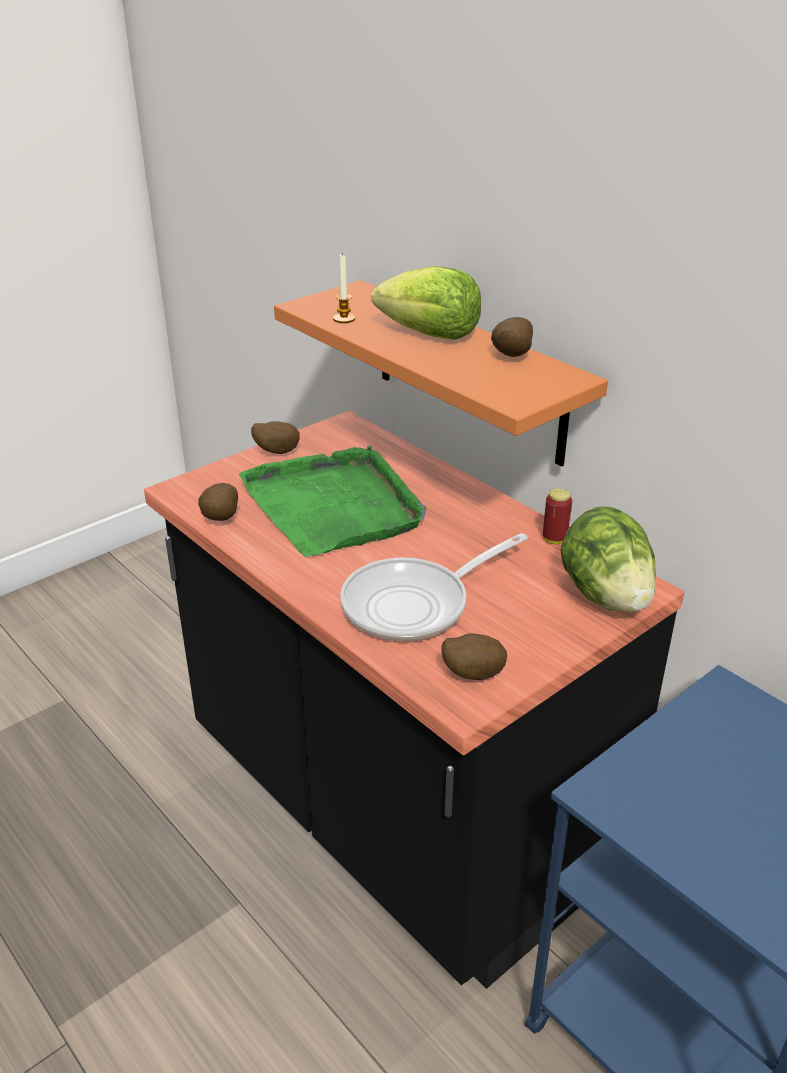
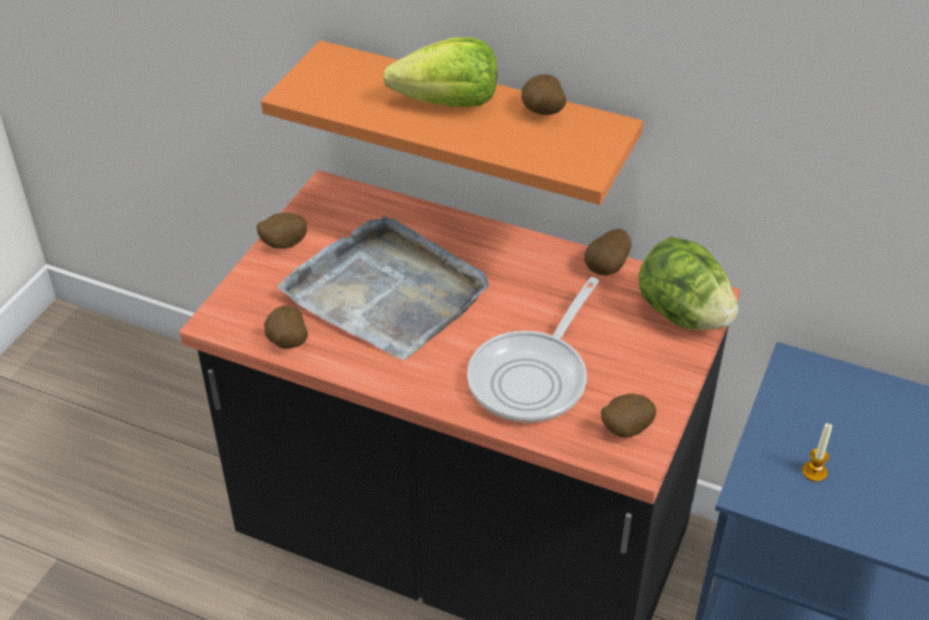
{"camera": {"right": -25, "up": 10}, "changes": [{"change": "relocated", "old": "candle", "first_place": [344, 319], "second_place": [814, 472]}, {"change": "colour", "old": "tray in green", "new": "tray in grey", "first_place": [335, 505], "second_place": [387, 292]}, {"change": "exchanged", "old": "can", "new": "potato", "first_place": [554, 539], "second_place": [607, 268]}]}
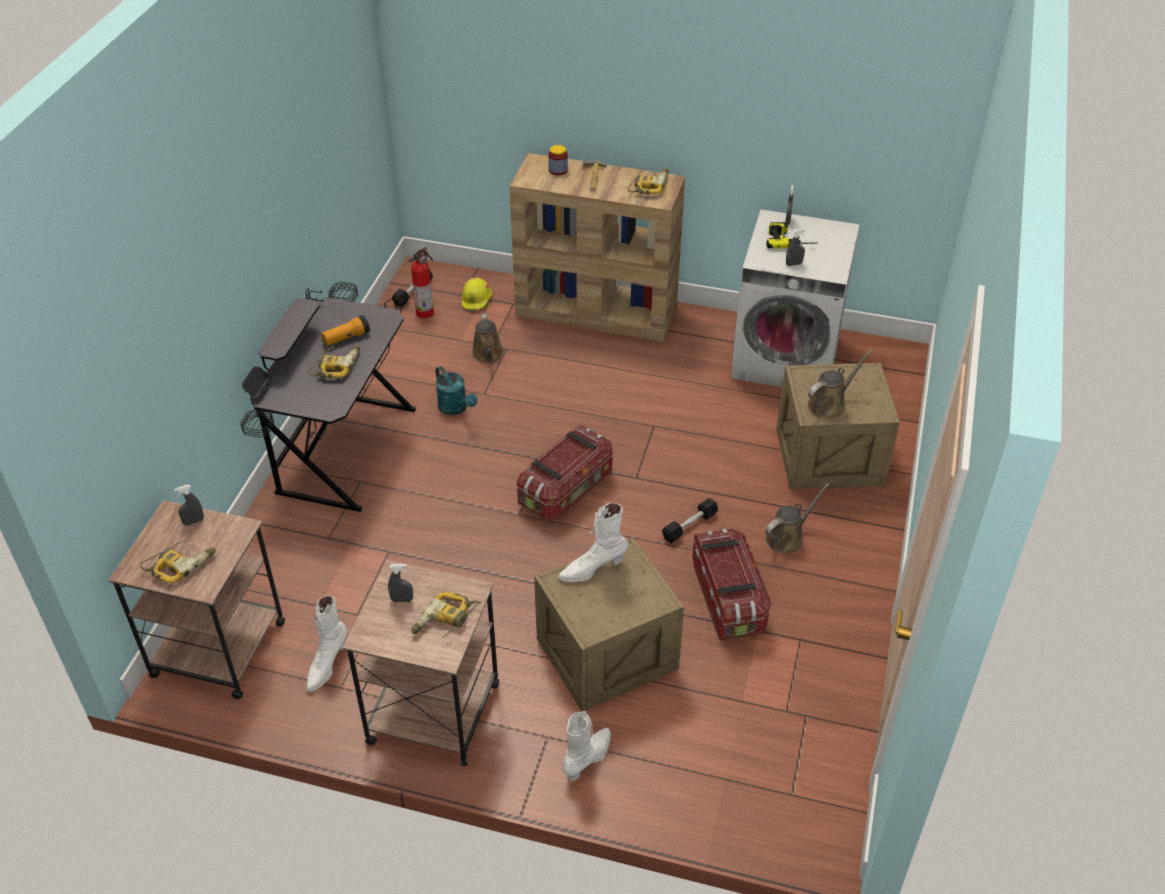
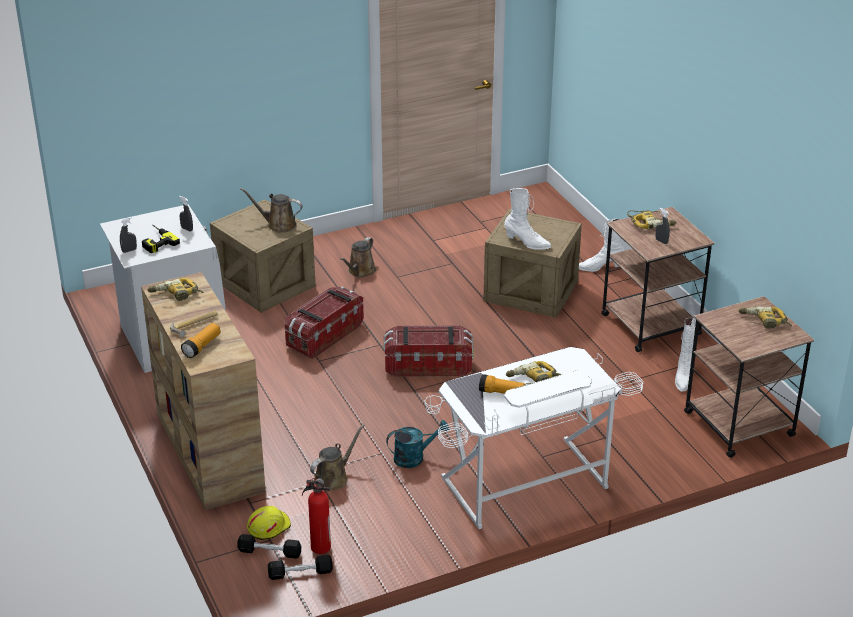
{"camera": {"right": -130, "up": -10}, "changes": [{"change": "exchanged", "old": "jar", "new": "flashlight", "first_place": [558, 170], "second_place": [202, 346]}, {"change": "colour", "old": "desk in black", "new": "desk in white", "first_place": [342, 449], "second_place": [526, 485]}, {"change": "spun", "old": "watering can in turquoise", "first_place": [456, 408], "second_place": [414, 457], "degrees": 60}, {"change": "spun", "old": "watering can in brown", "first_place": [787, 538], "second_place": [360, 271], "degrees": -75}, {"change": "missing", "old": "spray bottle in grey", "first_place": [193, 522]}, {"change": "relocated", "old": "dumbbell in black", "first_place": [689, 526], "second_place": [269, 552]}, {"change": "relocated", "old": "storage box", "first_place": [728, 599], "second_place": [323, 336]}, {"change": "spun", "old": "boot in white", "first_place": [326, 665], "second_place": [683, 377], "degrees": 120}]}
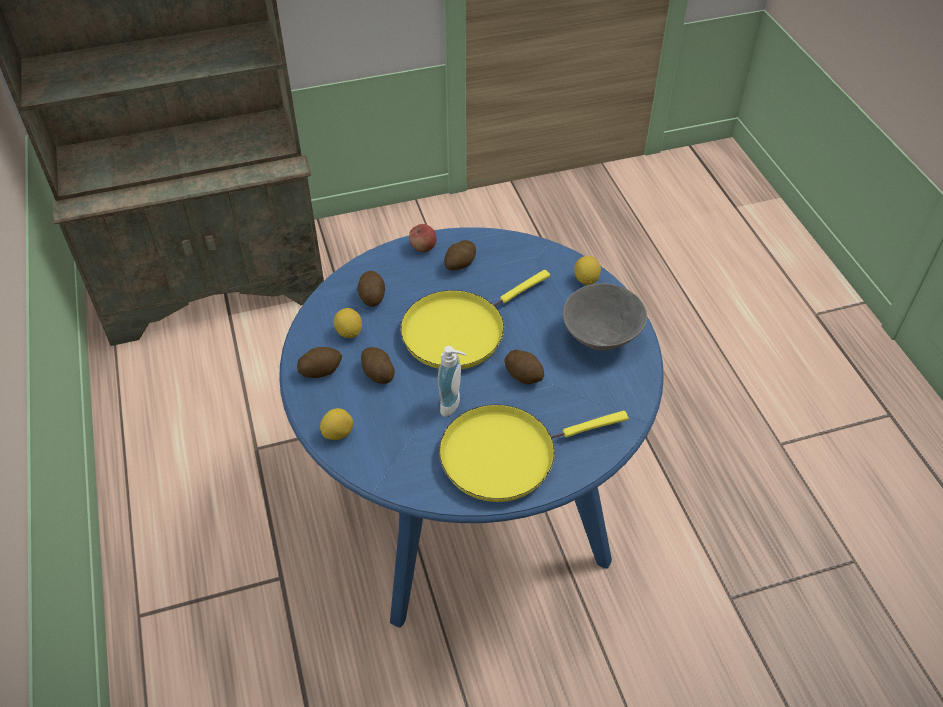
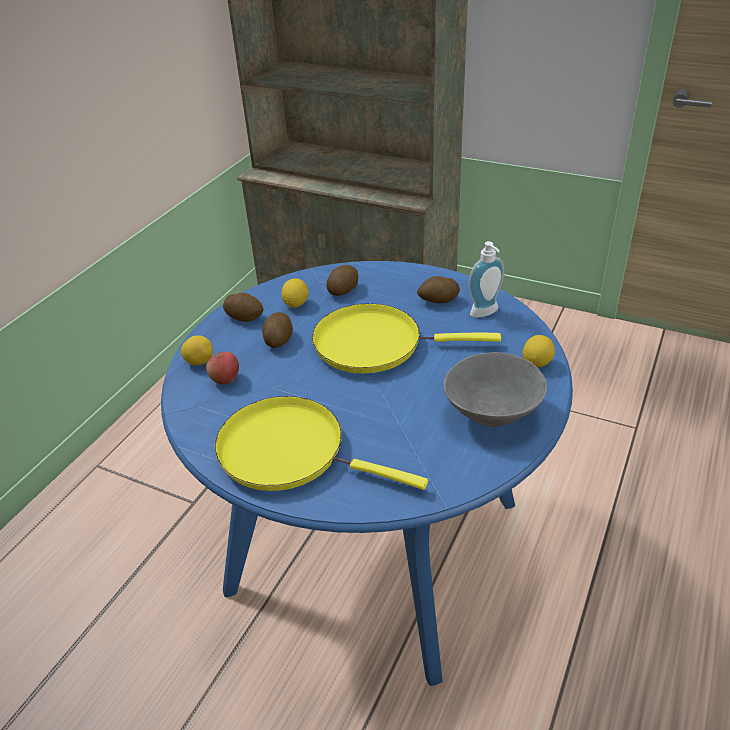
{"camera": {"right": 45, "up": -10}, "changes": [{"change": "relocated", "old": "apple", "first_place": [423, 247], "second_place": [225, 379]}, {"change": "relocated", "old": "soap dispenser", "first_place": [454, 405], "second_place": [486, 313]}, {"change": "missing", "old": "potato", "first_place": [524, 375]}]}
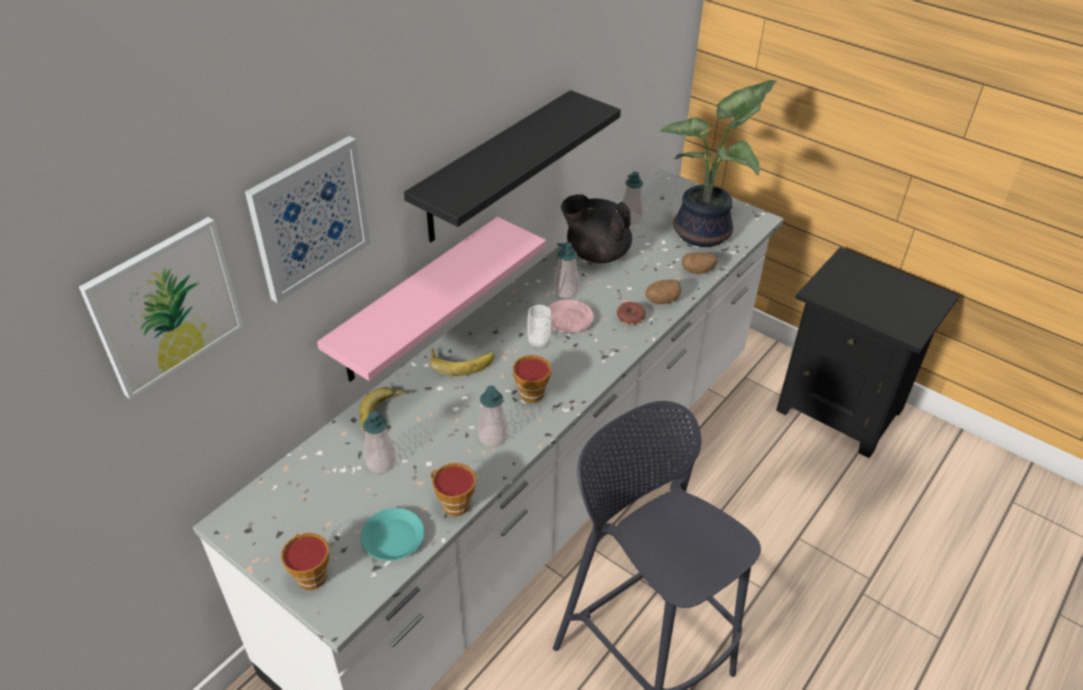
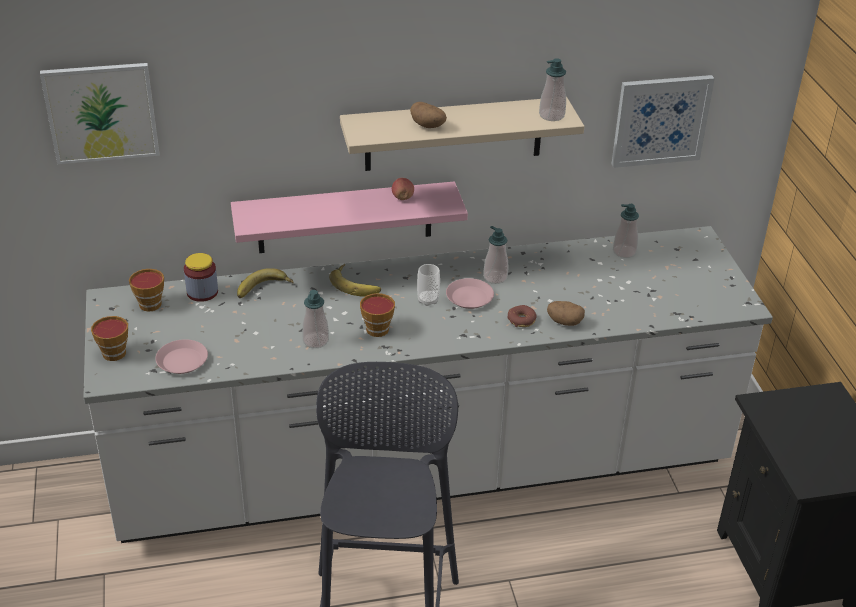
{"camera": {"right": 40, "up": -5}, "changes": [{"change": "missing", "old": "potted plant", "first_place": [706, 233]}, {"change": "colour", "old": "shelf in black", "new": "shelf in beige", "first_place": [494, 167], "second_place": [454, 134]}, {"change": "relocated", "old": "picture", "first_place": [309, 218], "second_place": [660, 120]}, {"change": "missing", "old": "teapot in black", "first_place": [596, 254]}, {"change": "relocated", "old": "potato", "first_place": [698, 271], "second_place": [428, 126]}, {"change": "relocated", "old": "soap dispenser", "first_place": [381, 463], "second_place": [551, 115]}, {"change": "relocated", "old": "cup", "first_place": [452, 503], "second_place": [149, 302]}, {"change": "colour", "old": "plate in turquoise", "new": "plate in pink", "first_place": [393, 538], "second_place": [182, 361]}, {"change": "appeared", "new": "apple", "second_place": [402, 197]}, {"change": "appeared", "new": "jar", "second_place": [202, 292]}]}
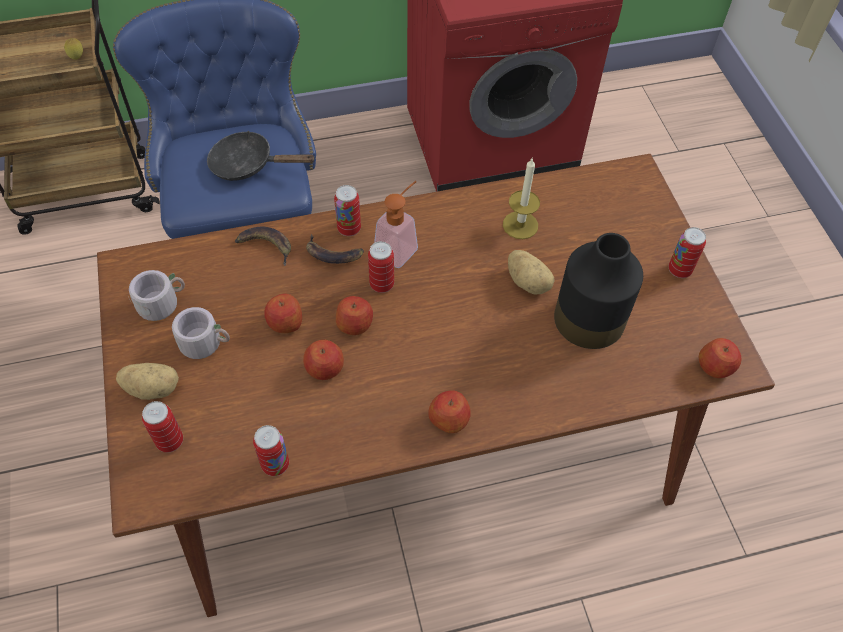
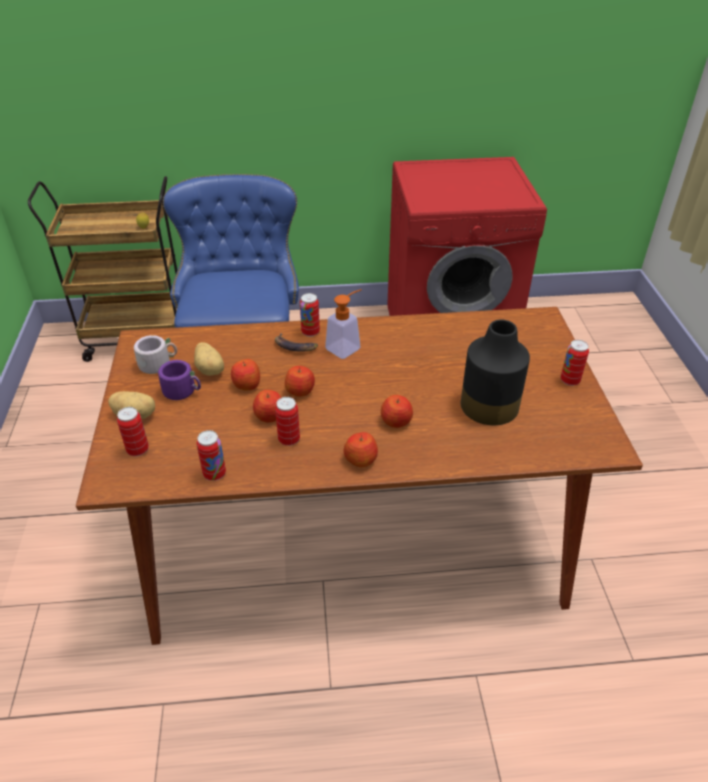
{"camera": {"right": 10, "up": -15}, "changes": [{"change": "missing", "old": "frying pan in black", "first_place": [248, 165]}, {"change": "missing", "old": "candle", "first_place": [520, 225]}, {"change": "missing", "old": "banana", "first_place": [265, 246]}, {"change": "relocated", "old": "can", "first_place": [382, 284], "second_place": [289, 439]}, {"change": "relocated", "old": "potato", "first_place": [528, 282], "second_place": [210, 369]}, {"change": "colour", "old": "mug in grey", "new": "mug in purple", "first_place": [206, 341], "second_place": [183, 390]}, {"change": "relocated", "old": "apple", "first_place": [715, 366], "second_place": [396, 421]}]}
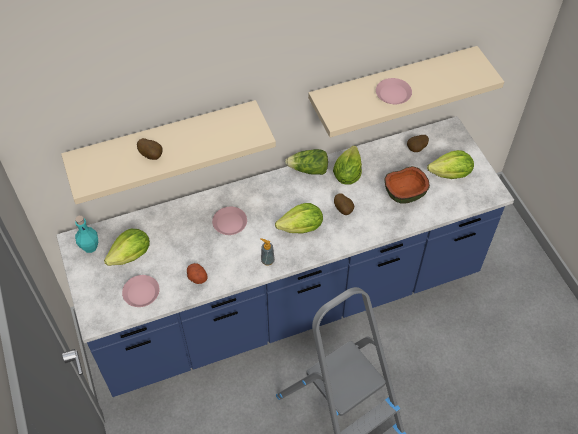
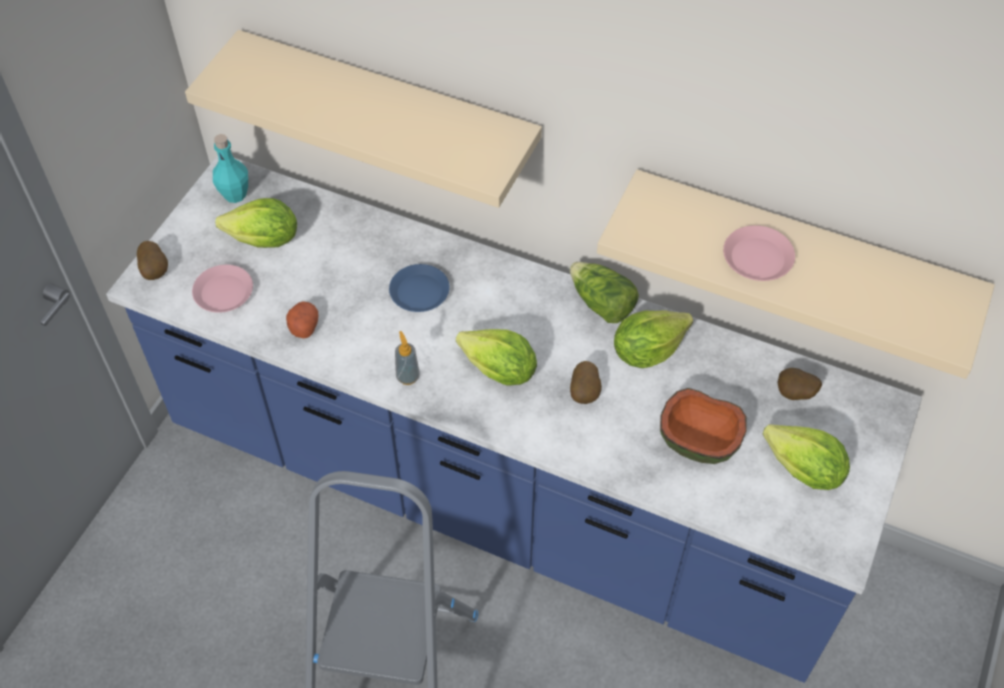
{"camera": {"right": 45, "up": 0}, "changes": [{"change": "relocated", "old": "potato", "first_place": [152, 155], "second_place": [155, 271]}, {"change": "colour", "old": "plate in pink", "new": "plate in blue", "first_place": [230, 223], "second_place": [420, 292]}]}
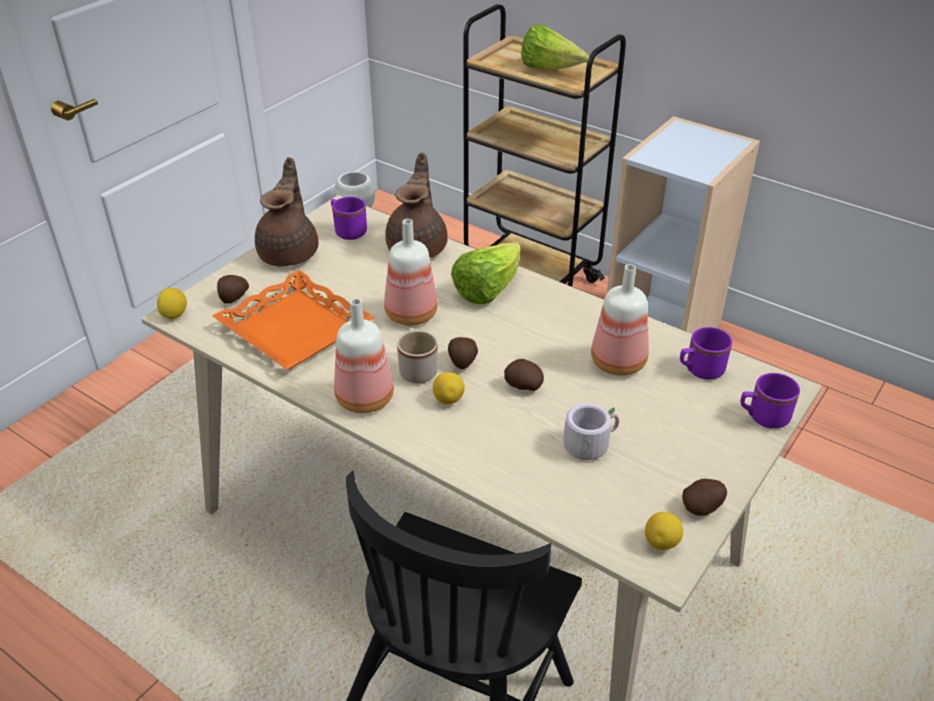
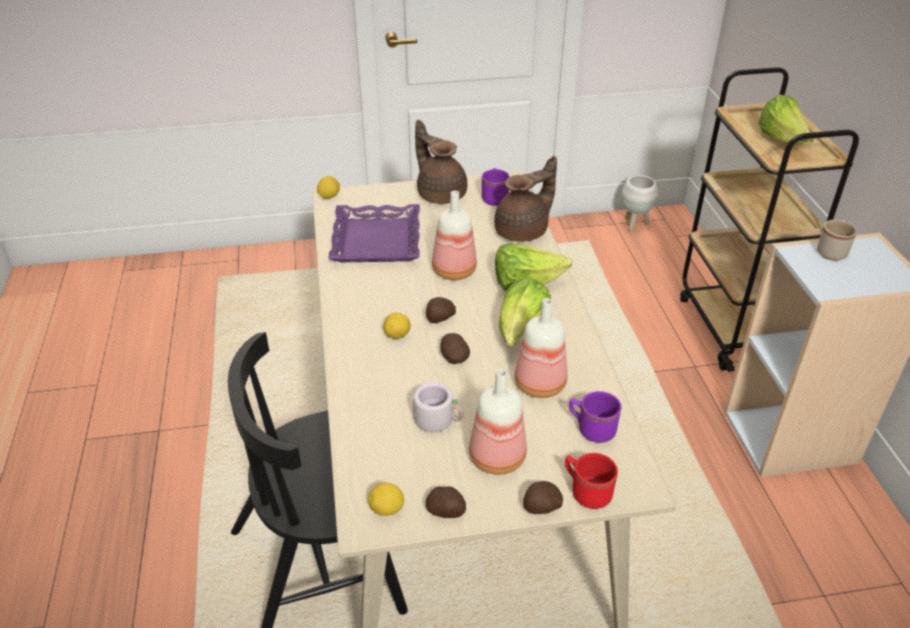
{"camera": {"right": 45, "up": 0}, "changes": [{"change": "spun", "old": "teapot in brown", "first_place": [290, 252], "second_place": [440, 193], "degrees": -90}, {"change": "colour", "old": "tray in orange", "new": "tray in purple", "first_place": [293, 329], "second_place": [375, 240]}, {"change": "relocated", "old": "potato", "first_place": [233, 298], "second_place": [541, 507]}, {"change": "relocated", "old": "bottle", "first_place": [367, 398], "second_place": [498, 459]}, {"change": "relocated", "old": "mug in beige", "first_place": [417, 369], "second_place": [832, 251]}, {"change": "colour", "old": "mug in purple", "new": "mug in red", "first_place": [762, 417], "second_place": [586, 491]}, {"change": "appeared", "new": "lettuce", "second_place": [521, 331]}]}
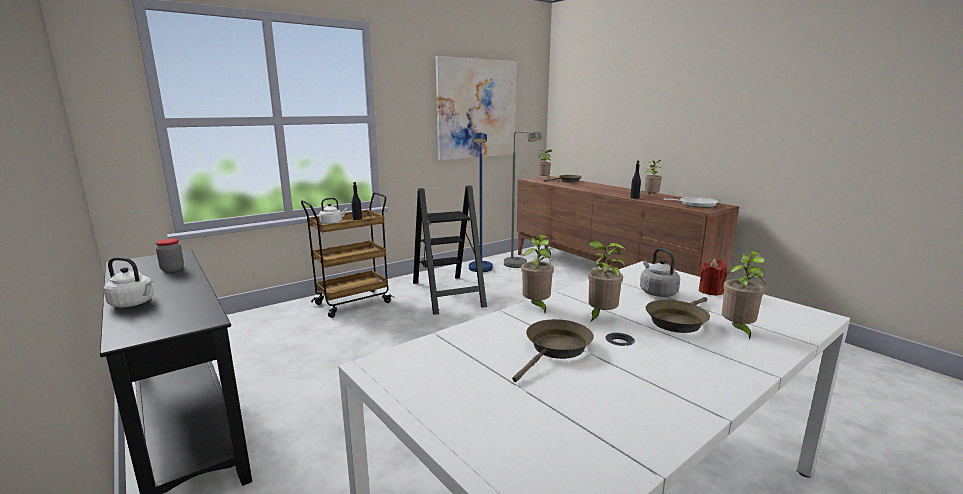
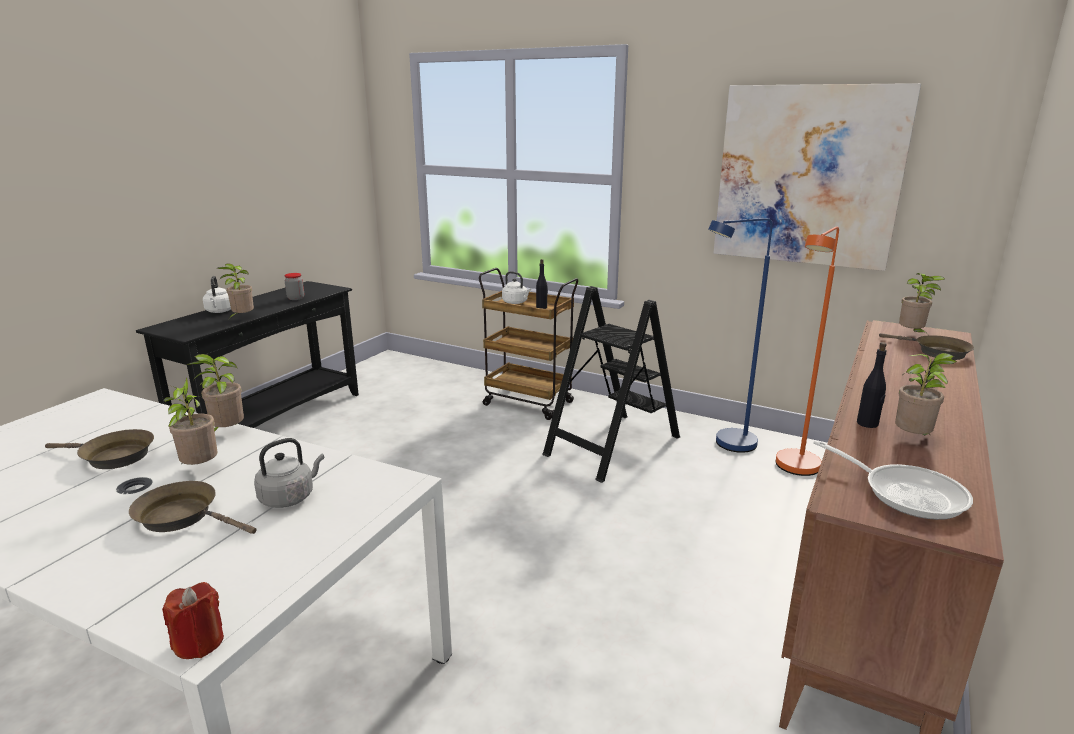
{"camera": {"right": 65, "up": 5}, "changes": [{"change": "colour", "old": "floor lamp in grey", "new": "floor lamp in orange", "first_place": [519, 265], "second_place": [794, 470]}, {"change": "relocated", "old": "potted plant", "first_place": [737, 330], "second_place": [242, 318]}, {"change": "relocated", "old": "candle in red", "first_place": [710, 291], "second_place": [199, 642]}]}
